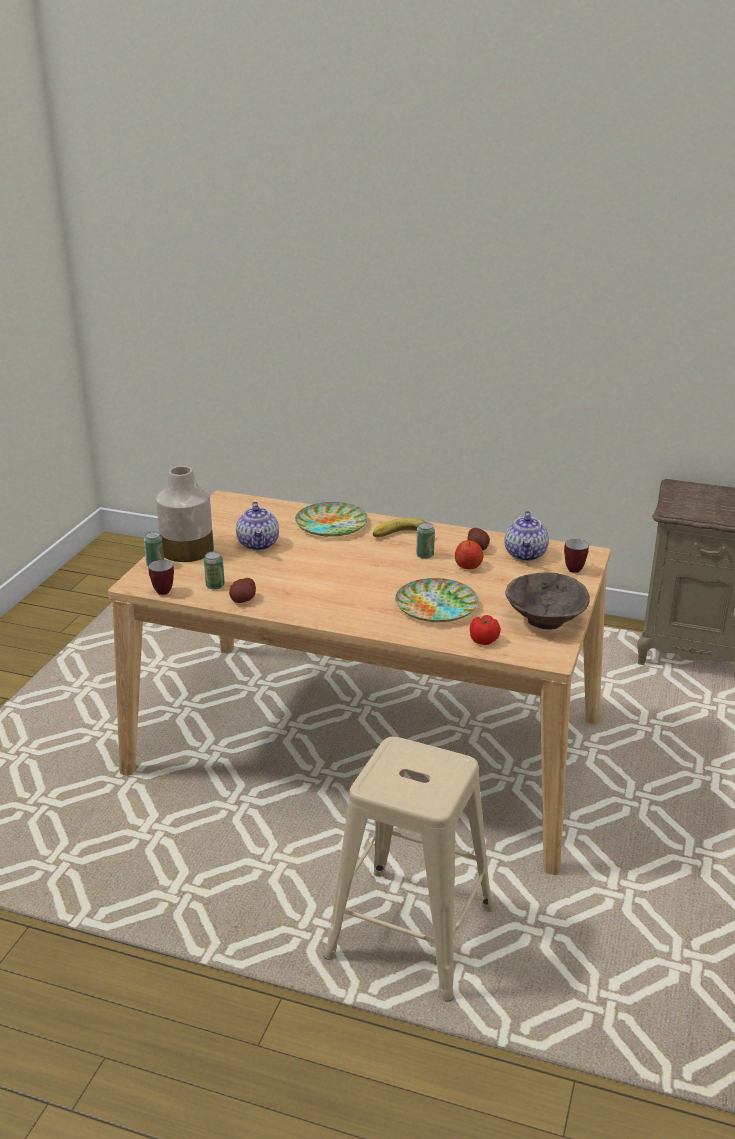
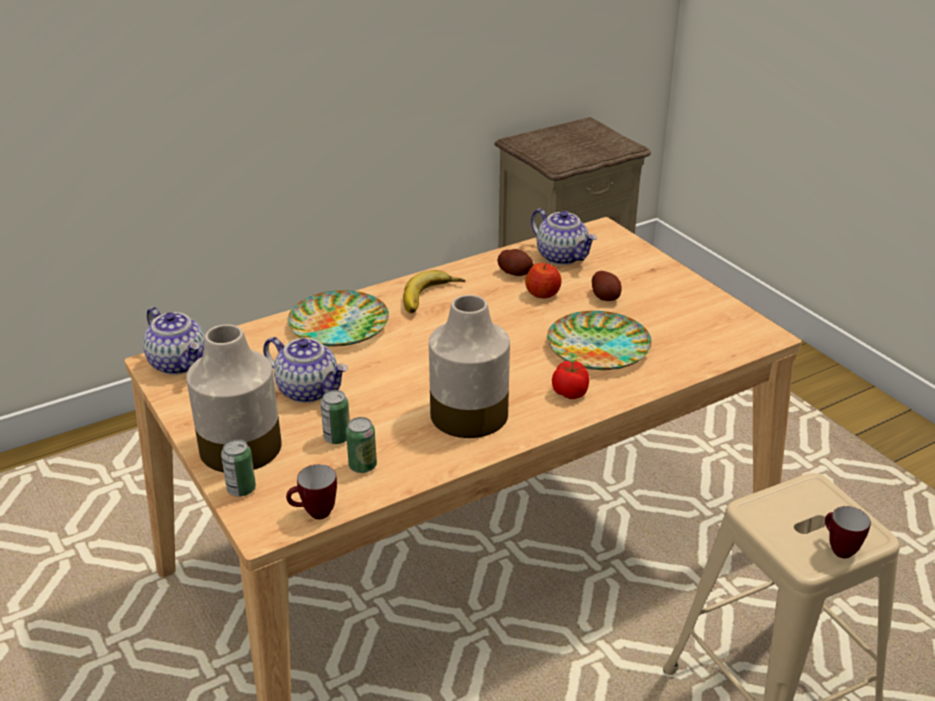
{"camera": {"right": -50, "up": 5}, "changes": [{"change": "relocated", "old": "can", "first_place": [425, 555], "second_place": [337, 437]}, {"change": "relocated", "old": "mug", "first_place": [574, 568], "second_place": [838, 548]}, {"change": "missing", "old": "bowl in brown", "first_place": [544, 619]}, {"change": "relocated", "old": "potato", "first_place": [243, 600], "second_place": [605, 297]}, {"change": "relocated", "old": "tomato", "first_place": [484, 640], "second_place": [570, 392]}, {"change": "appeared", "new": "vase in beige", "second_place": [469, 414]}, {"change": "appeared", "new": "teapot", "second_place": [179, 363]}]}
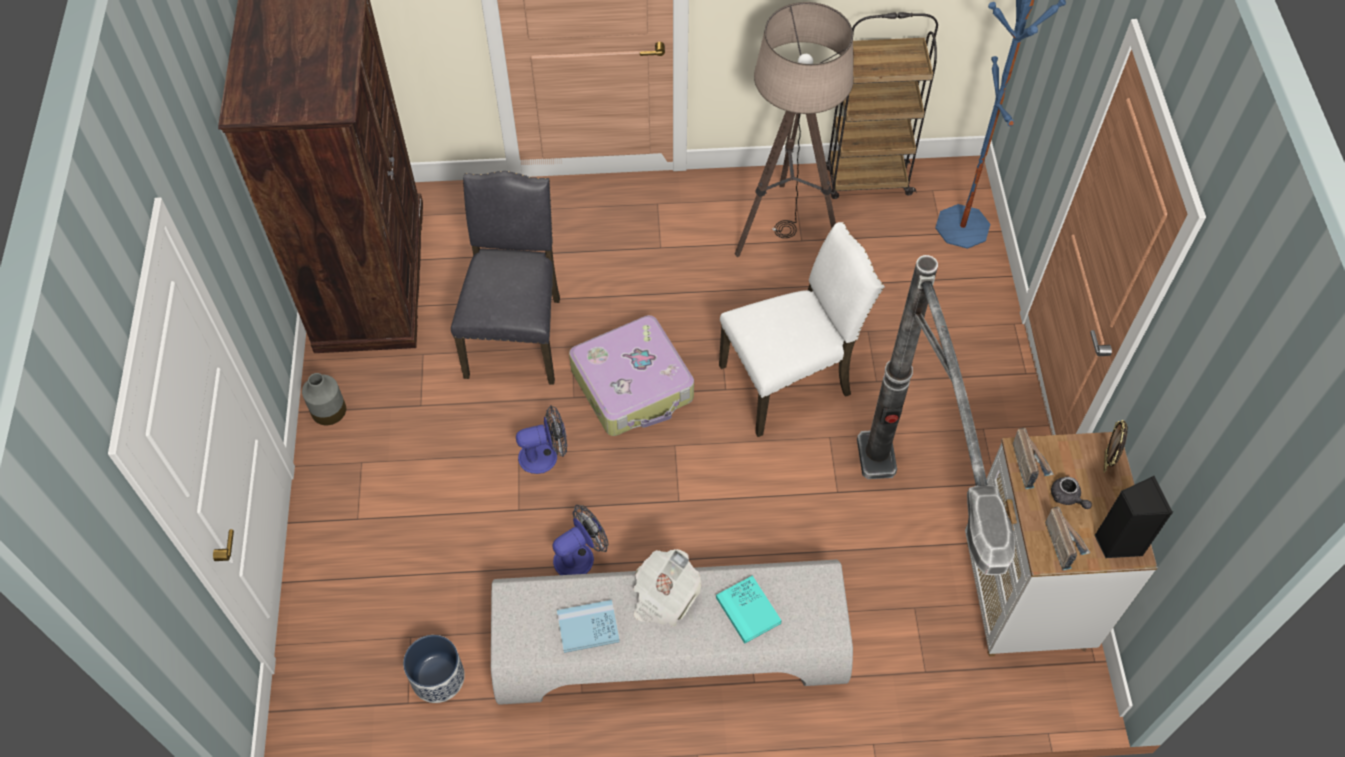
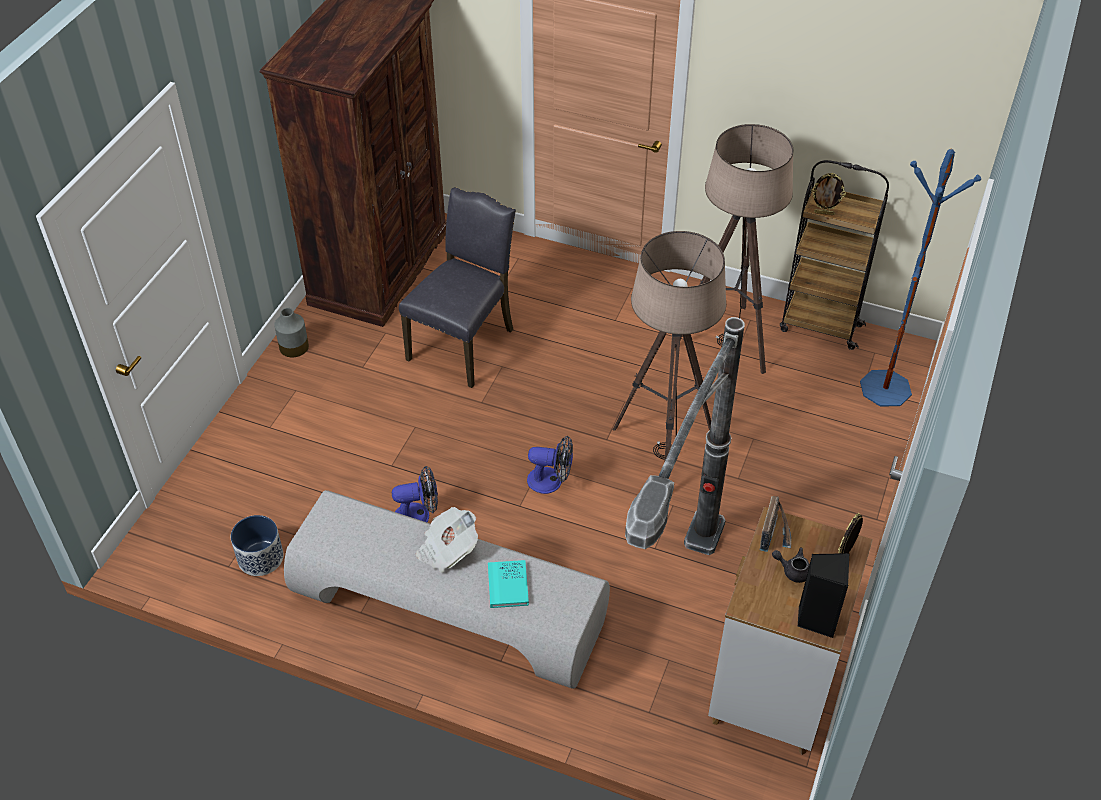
{"camera": {"right": 25, "up": -10}, "changes": [{"change": "exchanged", "old": "chair in white", "new": "floor lamp", "first_place": [789, 381], "second_place": [663, 452]}, {"change": "missing", "old": "suitcase", "first_place": [633, 385]}, {"change": "relocated", "old": "fan", "first_place": [545, 455], "second_place": [551, 481]}, {"change": "spun", "old": "teapot in grey", "first_place": [1067, 498], "second_place": [792, 570], "degrees": 120}, {"change": "missing", "old": "radio", "first_place": [1064, 542]}, {"change": "missing", "old": "book in blue", "first_place": [588, 627]}, {"change": "appeared", "new": "picture frame", "second_place": [824, 213]}]}
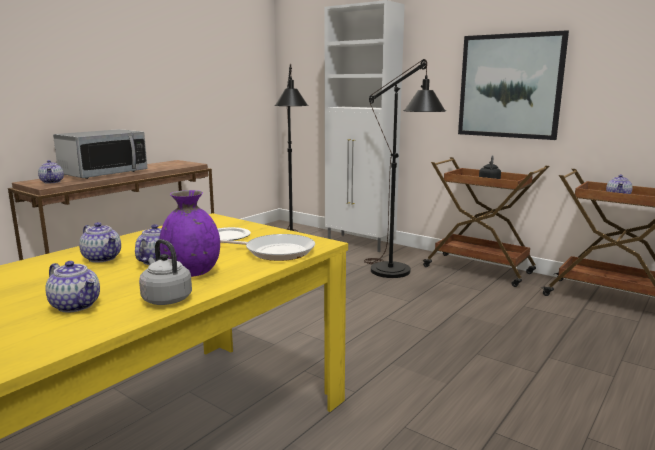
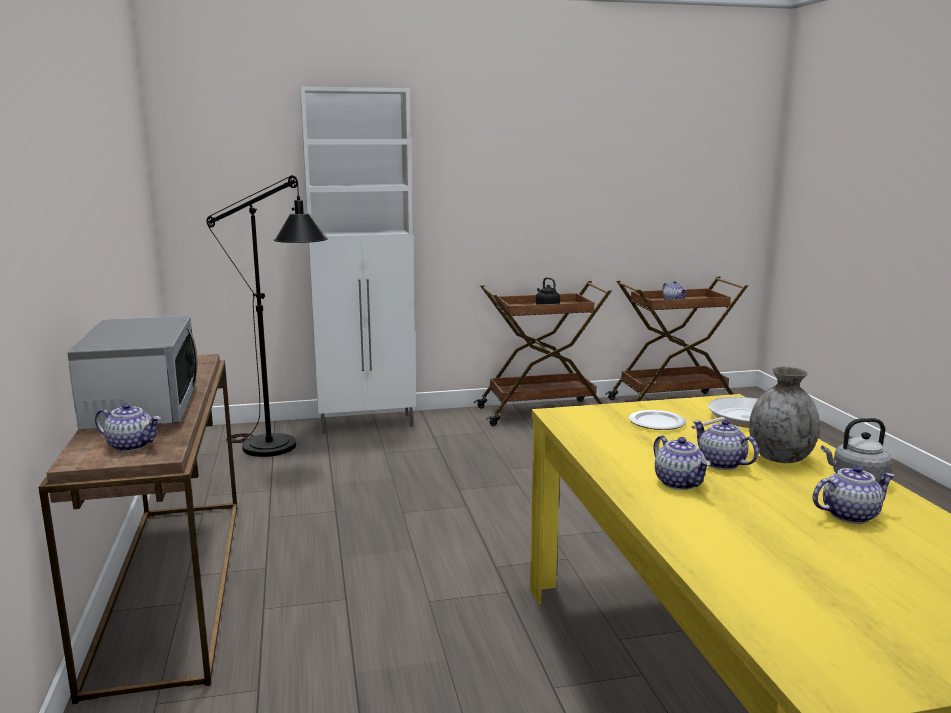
{"camera": {"right": -50, "up": 0}, "changes": [{"change": "missing", "old": "picture", "first_place": [510, 86]}, {"change": "missing", "old": "floor lamp in black", "first_place": [396, 274]}, {"change": "colour", "old": "vase in purple", "new": "vase in grey", "first_place": [191, 272], "second_place": [780, 458]}, {"change": "spun", "old": "teapot", "first_place": [103, 258], "second_place": [680, 483], "degrees": 75}]}
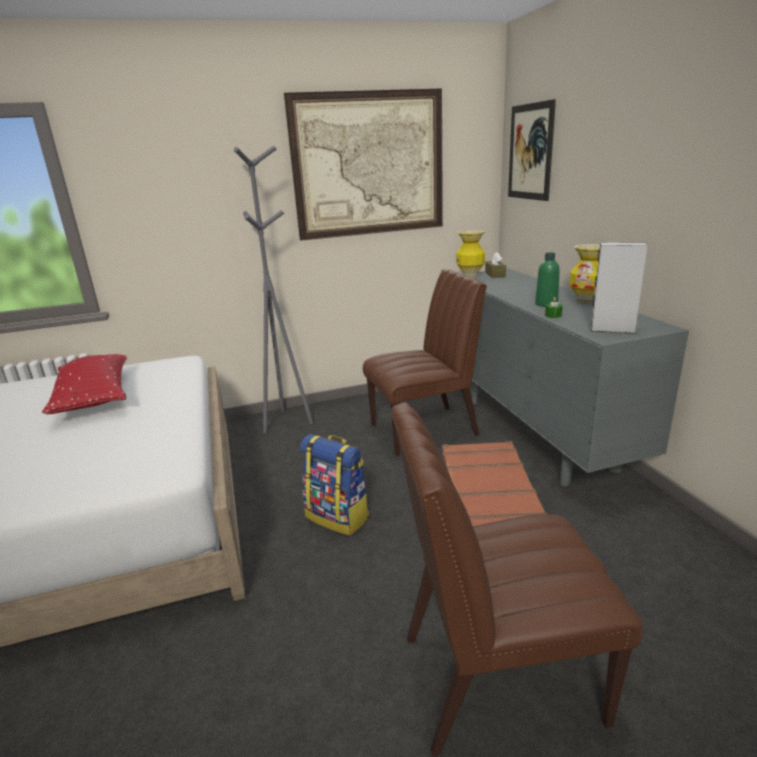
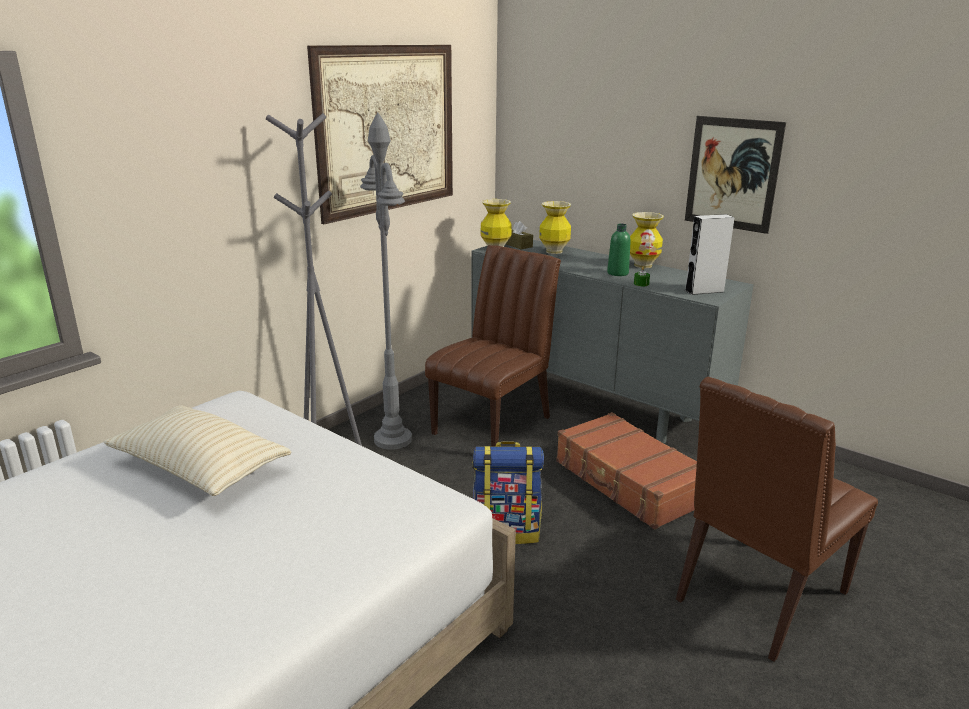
{"camera": {"right": -35, "up": 0}, "changes": [{"change": "relocated", "old": "picture", "first_place": [530, 152], "second_place": [732, 174]}, {"change": "colour", "old": "pillow in red", "new": "pillow in beige", "first_place": [94, 398], "second_place": [200, 468]}, {"change": "appeared", "new": "floor lamp in grey", "second_place": [393, 440]}, {"change": "appeared", "new": "vase", "second_place": [554, 251]}]}
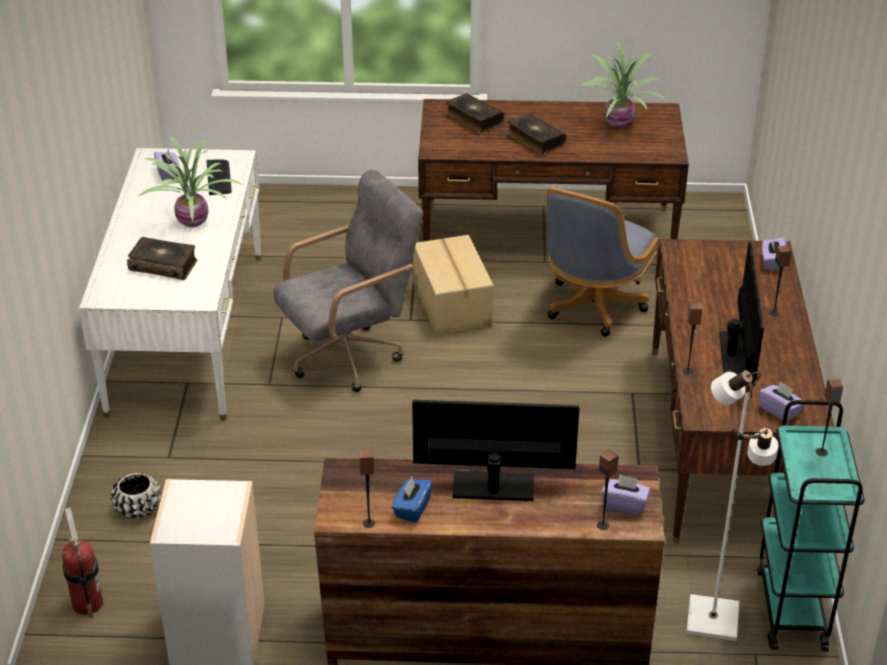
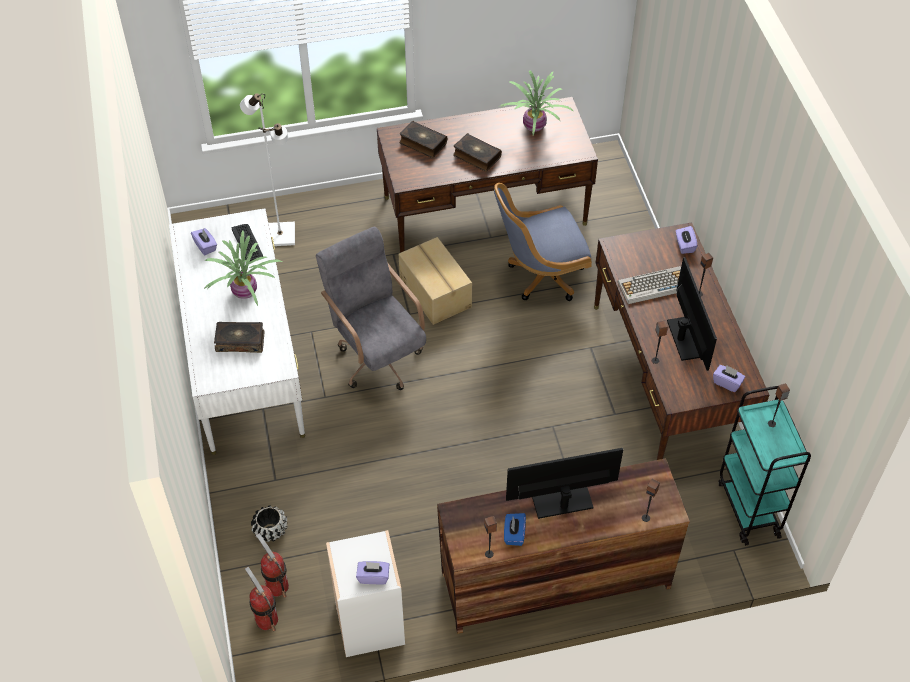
{"camera": {"right": -15, "up": 15}, "changes": [{"change": "spun", "old": "office chair in grey", "first_place": [351, 356], "second_place": [377, 358], "degrees": -75}, {"change": "spun", "old": "office chair in blue", "first_place": [591, 311], "second_place": [539, 278], "degrees": 60}, {"change": "relocated", "old": "floor lamp in white", "first_place": [713, 619], "second_place": [280, 235]}, {"change": "relocated", "old": "tissue box in purple", "first_place": [624, 504], "second_place": [373, 577]}, {"change": "appeared", "new": "keyboard", "second_place": [653, 286]}, {"change": "appeared", "new": "fire extinguisher", "second_place": [277, 586]}]}
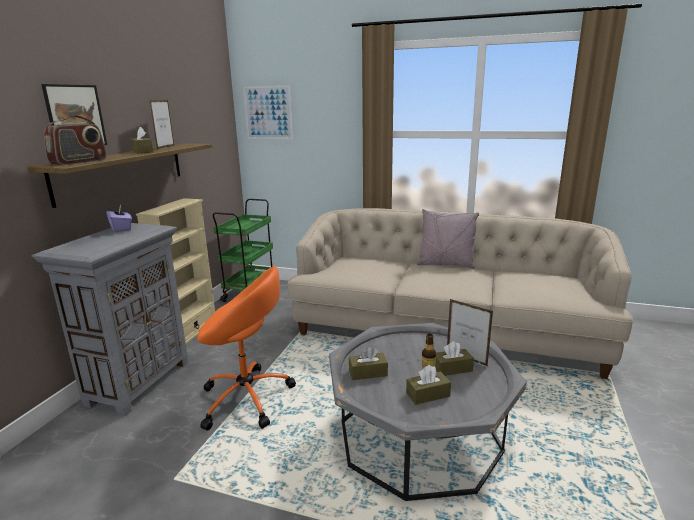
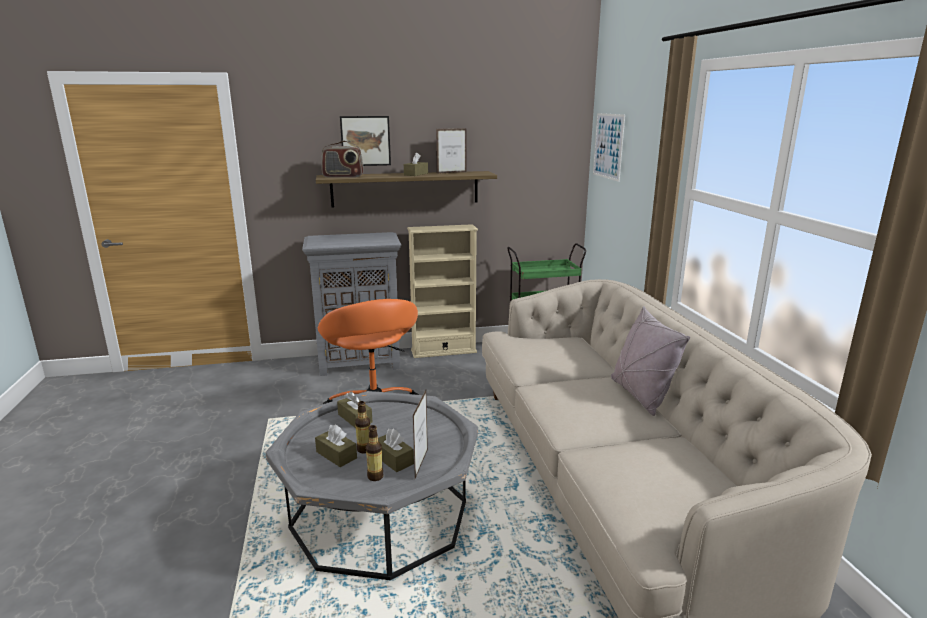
{"camera": {"right": 60, "up": 0}, "changes": [{"change": "missing", "old": "tissue box in purple", "first_place": [121, 229]}, {"change": "appeared", "new": "bottle", "second_place": [375, 477]}]}
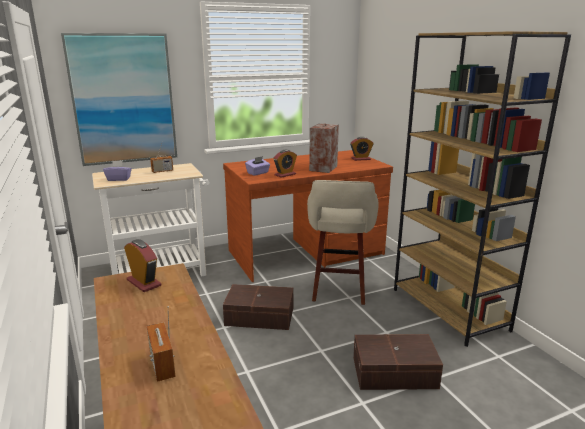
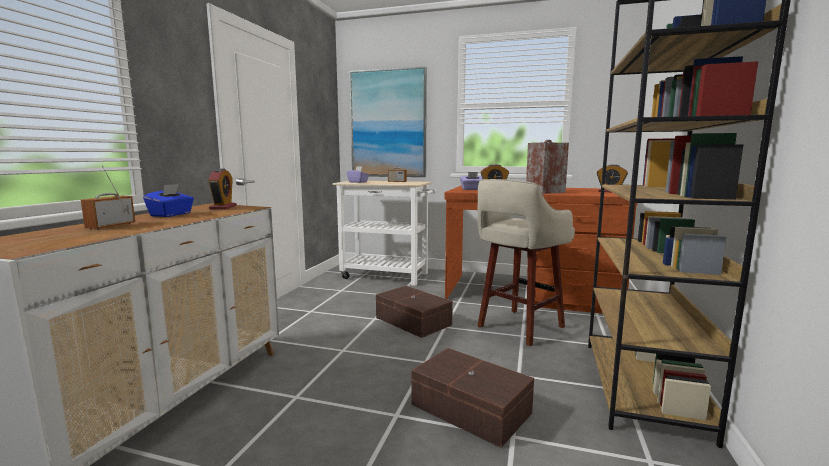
{"camera": {"right": 40, "up": -10}, "changes": [{"change": "appeared", "new": "tissue box in blue", "second_place": [171, 214]}]}
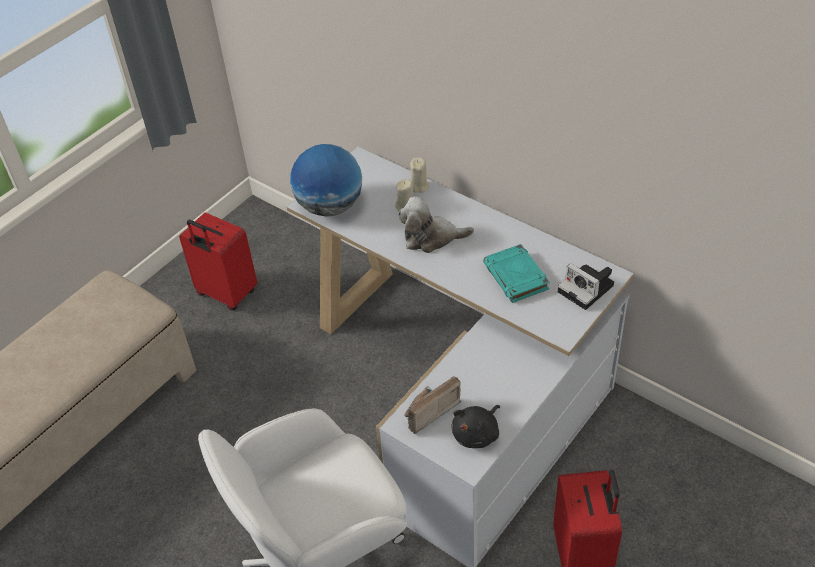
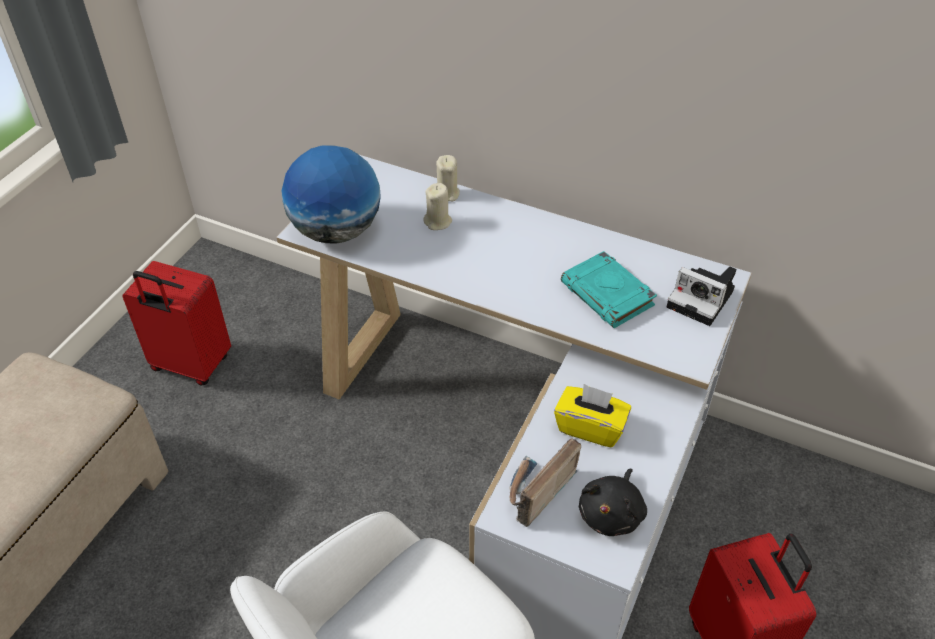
{"camera": {"right": -15, "up": 0}, "changes": [{"change": "missing", "old": "plush toy", "first_place": [431, 237]}, {"change": "appeared", "new": "tissue box in yellow", "second_place": [590, 427]}]}
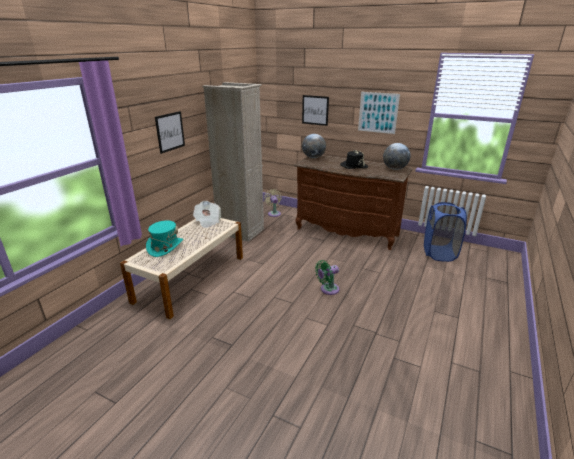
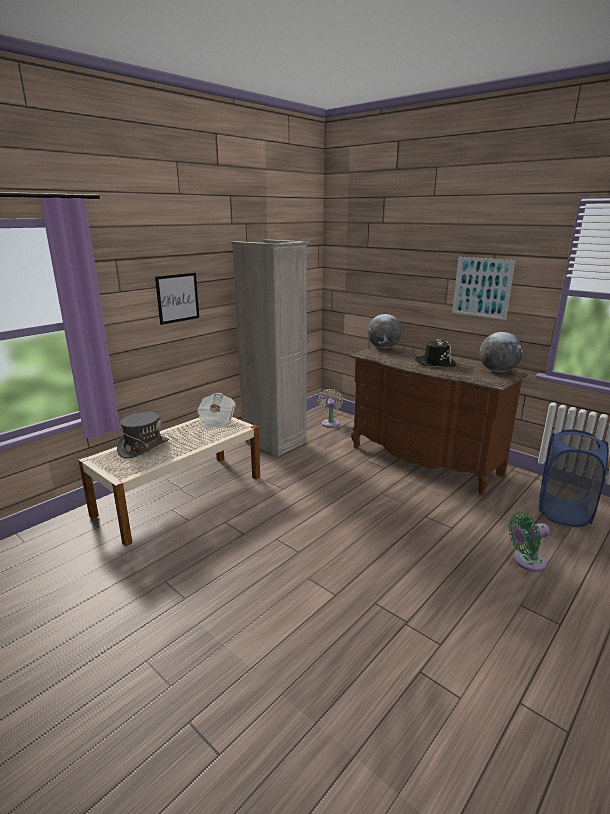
{"camera": {"right": 15, "up": -5}, "changes": [{"change": "missing", "old": "picture", "first_place": [315, 110]}, {"change": "colour", "old": "hat in turquoise", "new": "hat in grey", "first_place": [165, 247], "second_place": [143, 447]}, {"change": "relocated", "old": "fan in green", "first_place": [328, 289], "second_place": [526, 561]}]}
